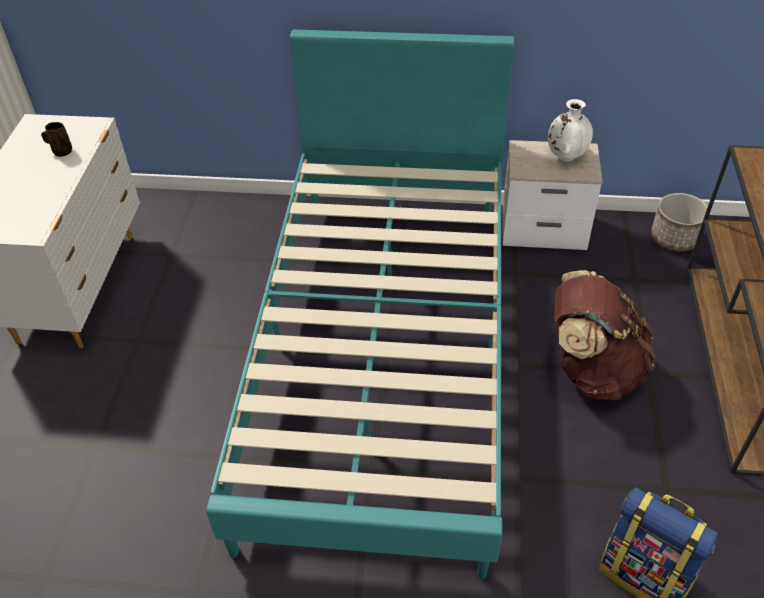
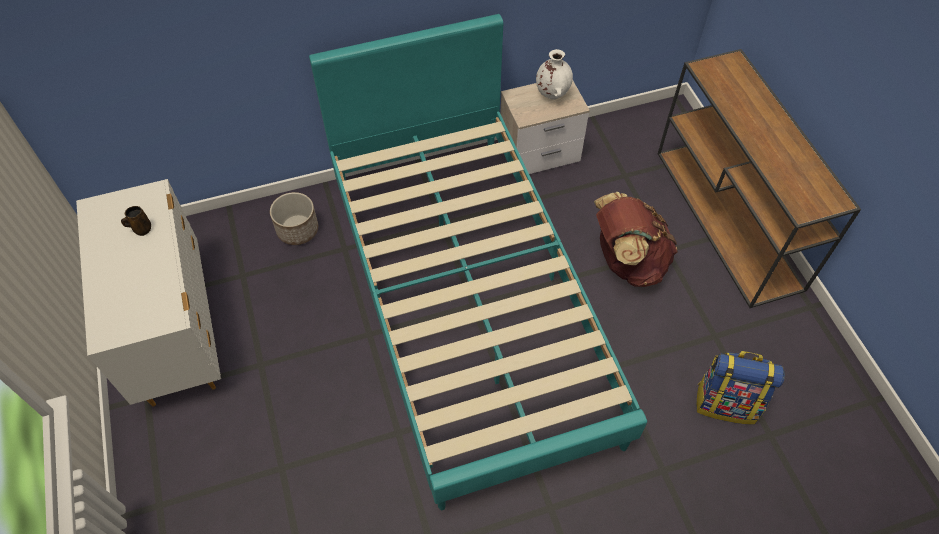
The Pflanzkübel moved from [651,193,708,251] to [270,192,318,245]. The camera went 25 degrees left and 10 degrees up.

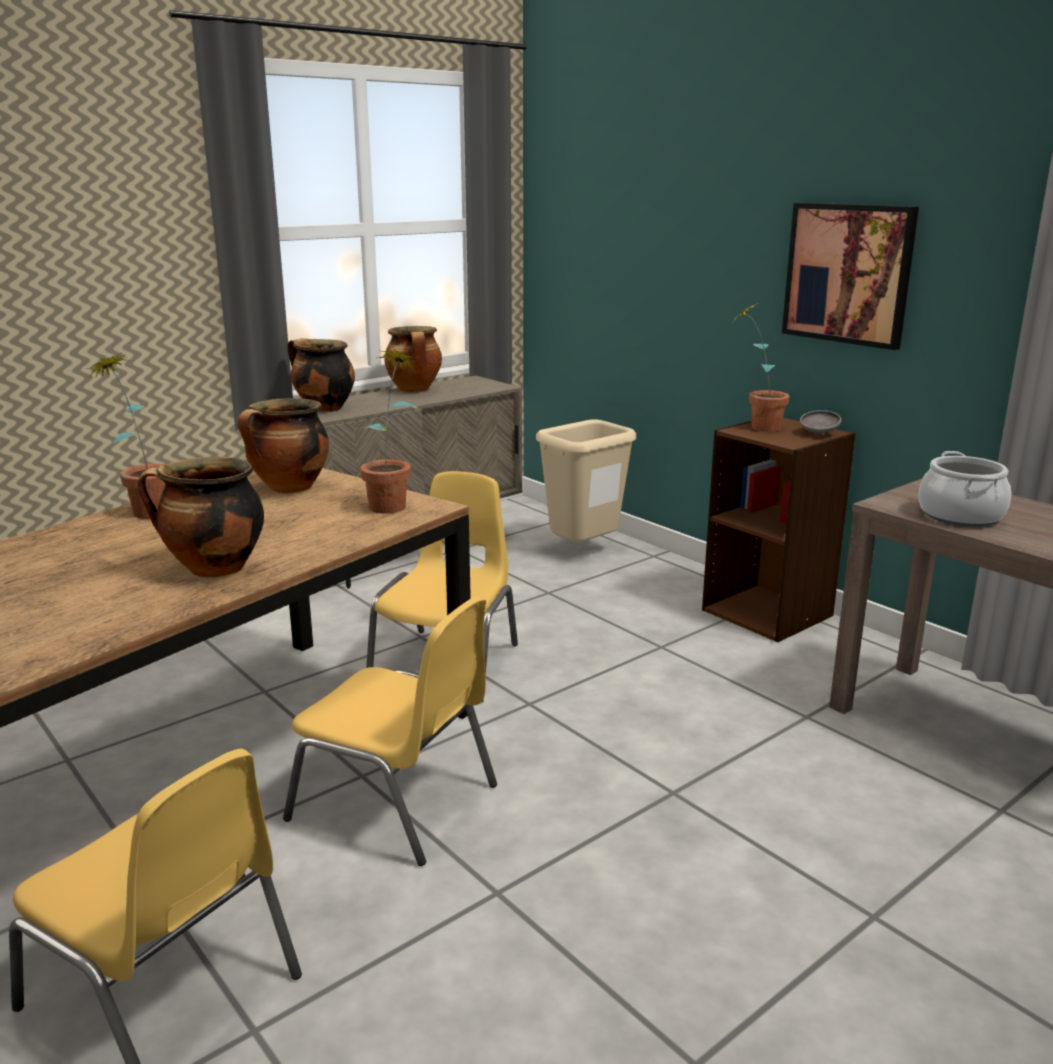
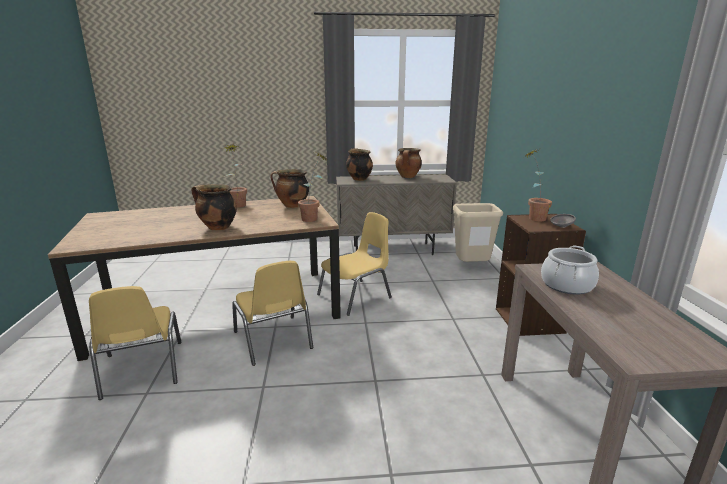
The Bild at [782,203,919,350] disappeared. The camera went 35 degrees right and 0 degrees up.

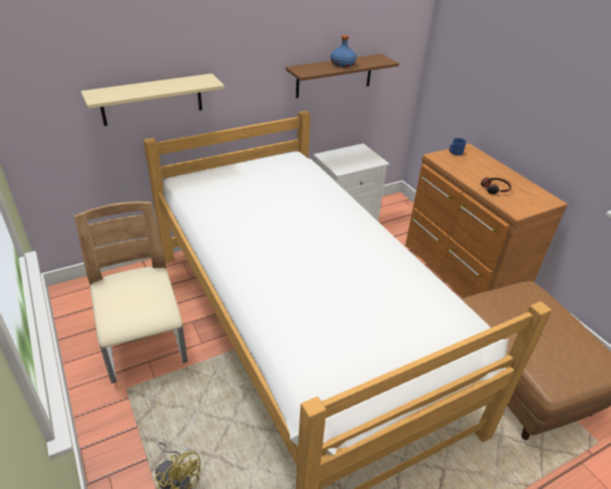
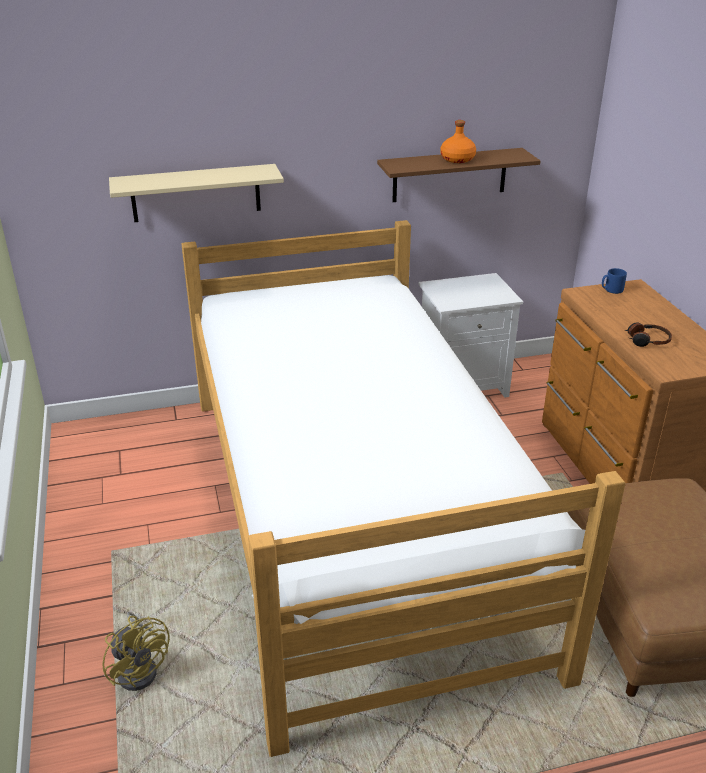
The Flasche/blau at [331,35,357,67] became the Flasche/orange at [440,120,476,163]. The Stuhl/beige at [74,202,188,383] disappeared. The camera went 15 degrees right and 5 degrees down.

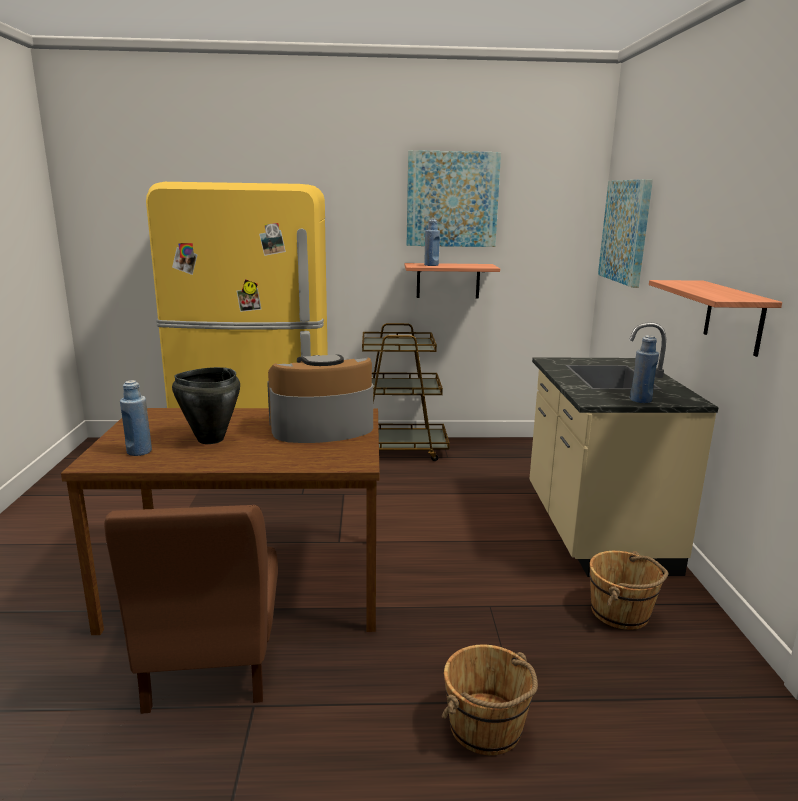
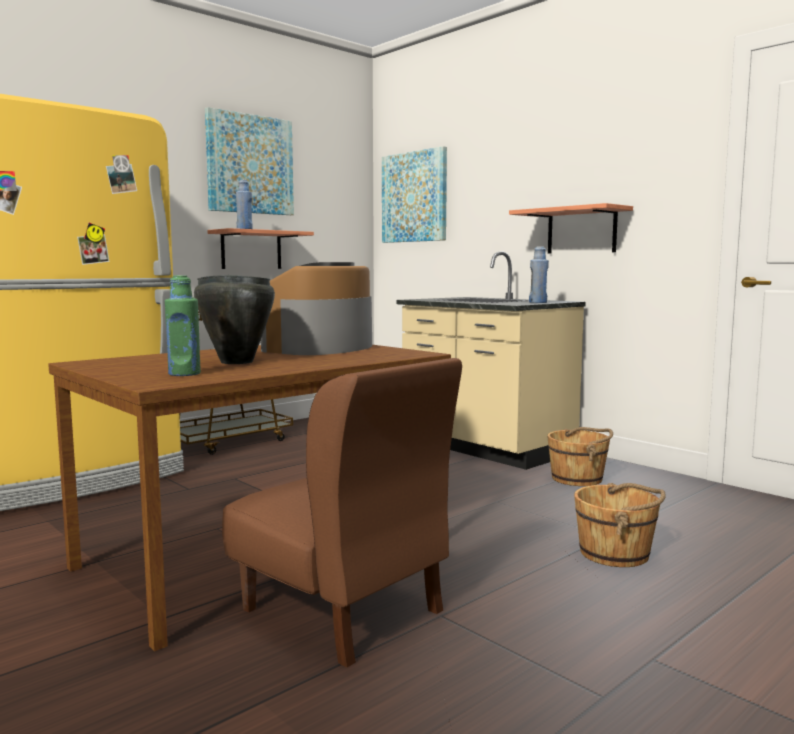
The Flasche/blau at [120,380,152,456] became the Flasche/grün at [165,275,201,376]. The camera went 40 degrees left and 10 degrees down.

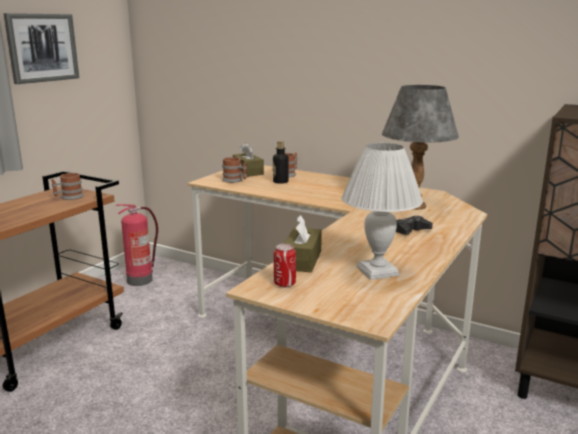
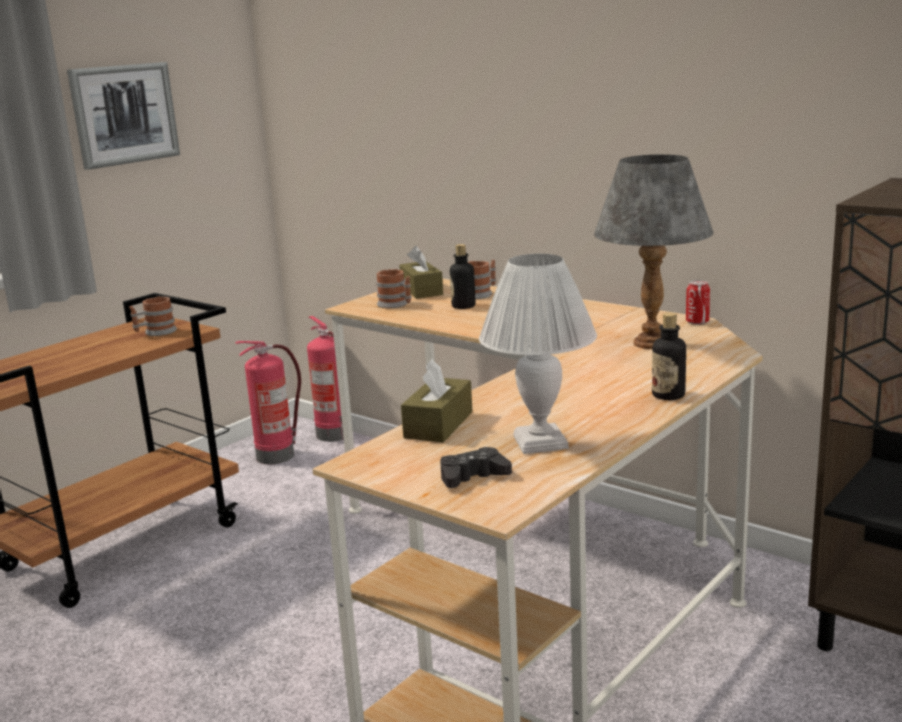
The Feuerlöscher at [307,316,344,442] appeared. The Gamepad/schwarz moved from [396,216,433,235] to [440,447,512,488]. The Flasche at [652,312,686,400] appeared. The Dose moved from [274,244,296,287] to [686,280,710,325]. The camera went 10 degrees right and 0 degrees up.

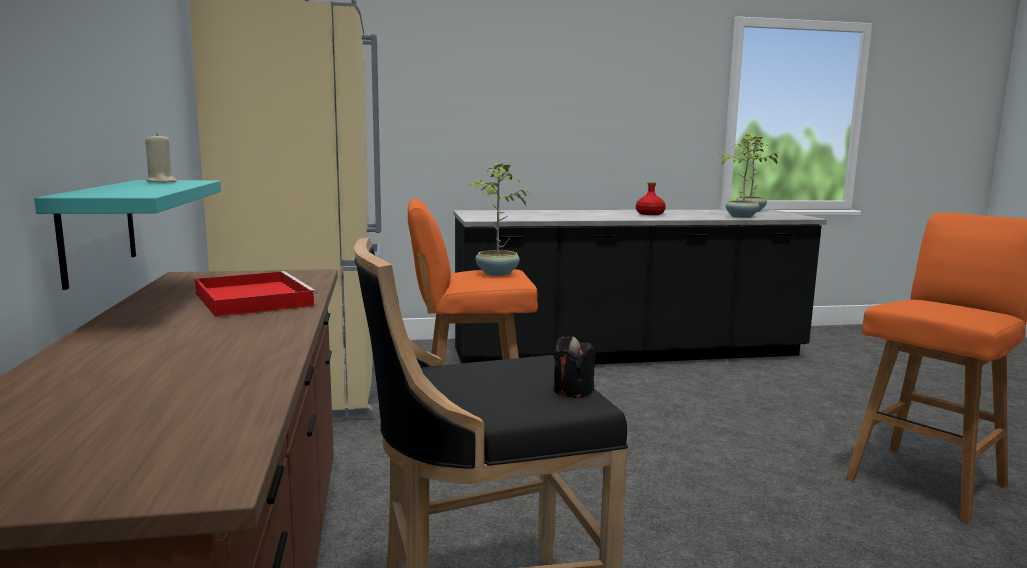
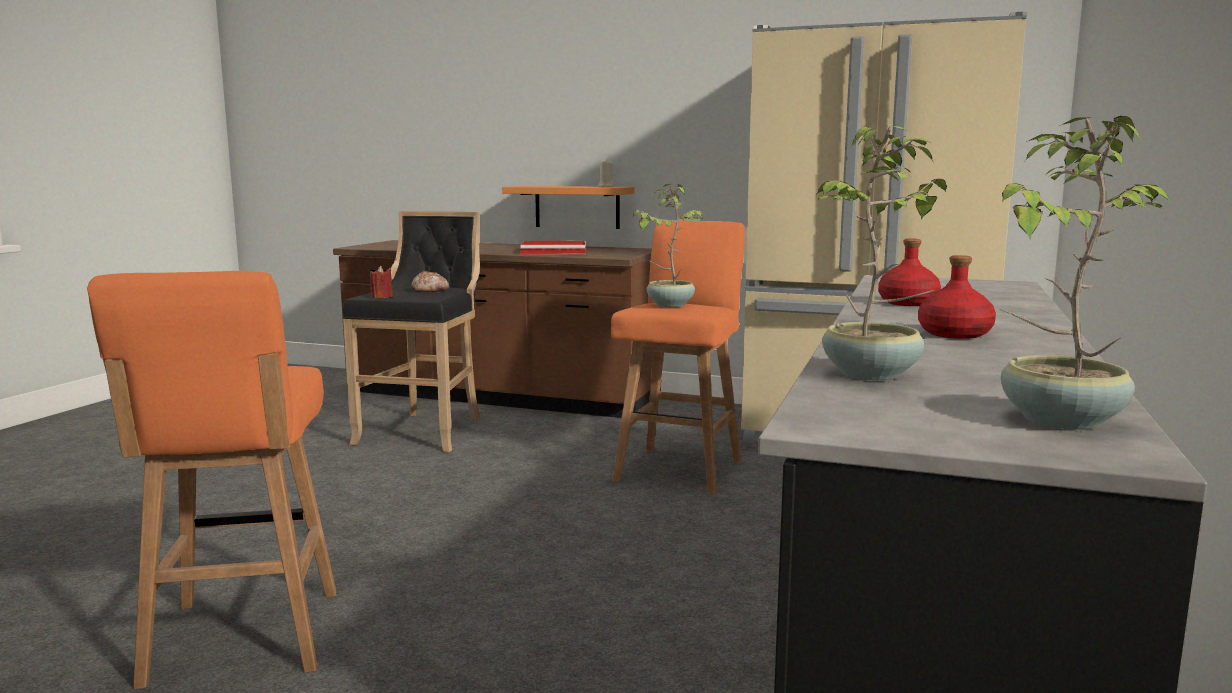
The Kerze/schwarz at [554,336,595,398] became the Kerze/rot at [370,266,393,298]. The Brot at [411,271,449,292] appeared. The Wandregal/türkis at [34,180,221,290] became the Wandregal/orange at [502,186,635,229]. The Flasche/rot at [878,238,941,306] appeared. The camera went 120 degrees right and 0 degrees up.

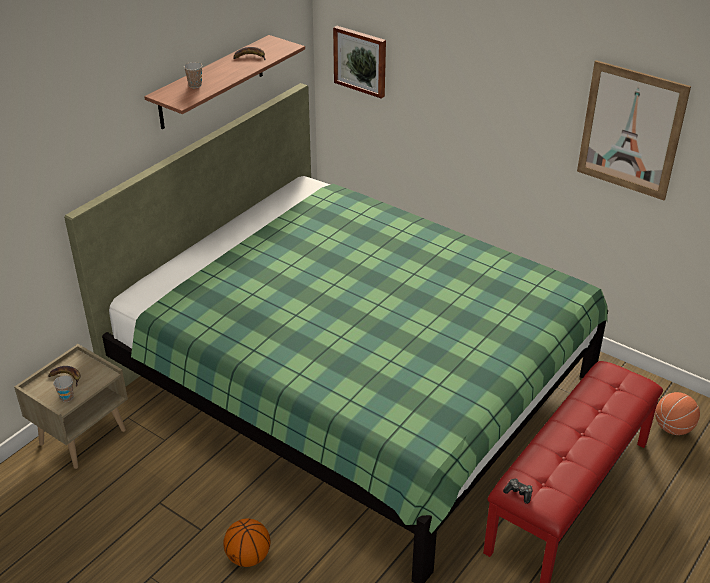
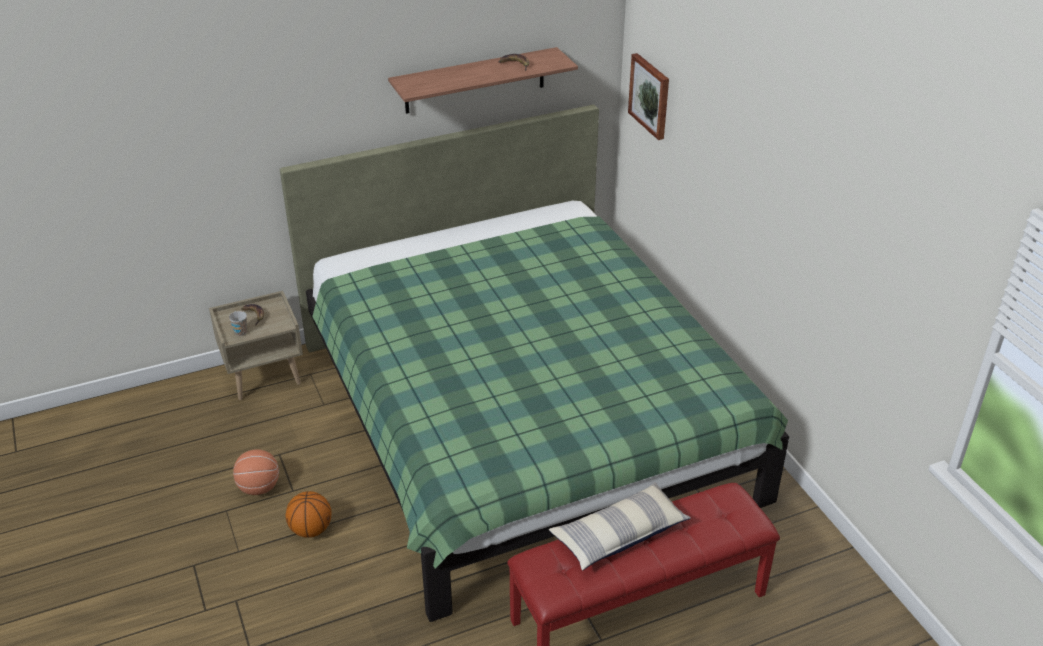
The Basketball moved from [655,392,700,435] to [233,449,279,495]. The Kissen at [549,482,691,571] appeared. The Tasse at [184,62,202,88] disappeared. The Gamepad at [503,478,533,504] disappeared. The Bild at [577,60,691,200] disappeared. The camera went 30 degrees right and 0 degrees up.

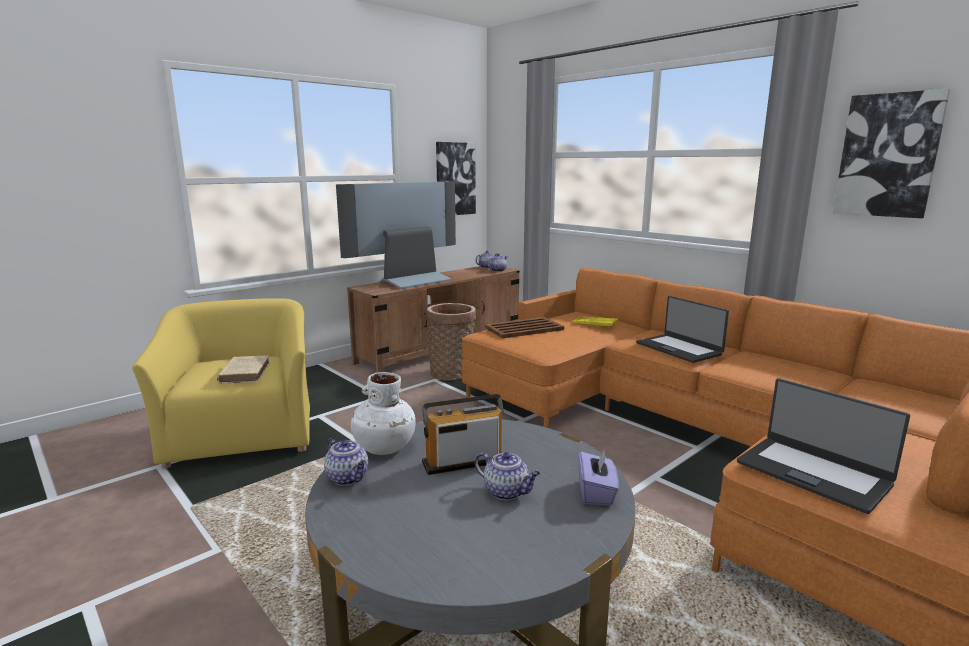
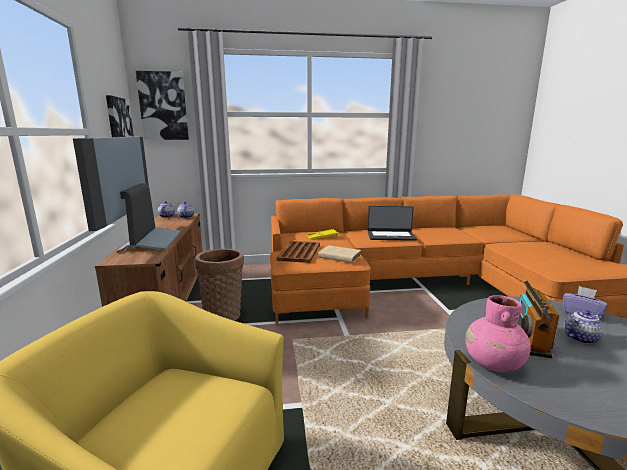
The Bild moved from [833,89,950,218] to [136,71,189,140]. The Buch/beige moved from [217,355,270,384] to [318,245,361,263]. The Vase/weiß at [351,372,416,455] became the Vase/rosa at [465,295,531,372]. The Teekanne at [324,438,368,485] disappeared. The Laptop at [737,378,910,514] disappeared. The camera went 55 degrees left and 0 degrees up.

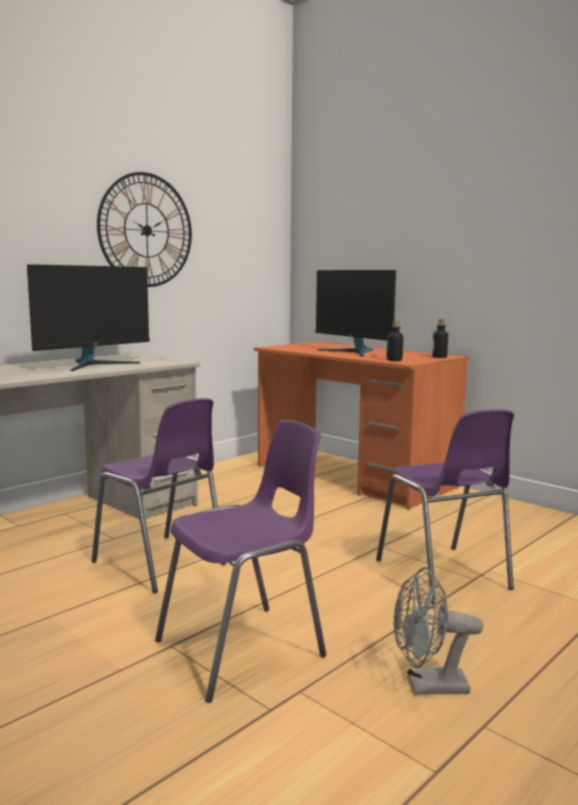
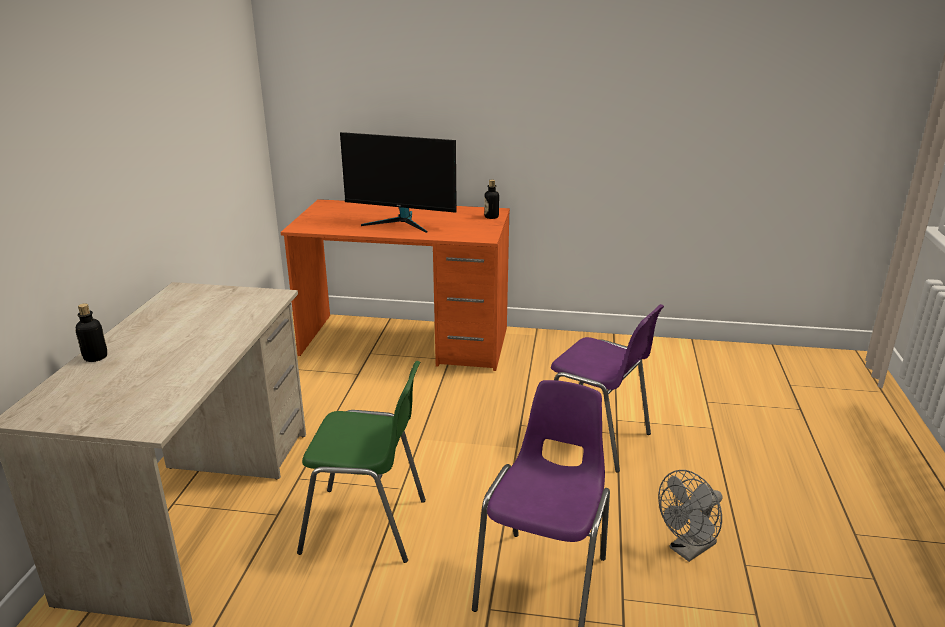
The Flasche moved from [387,321,404,361] to [76,303,107,362]. The Stuhl/lila at [92,398,226,593] became the Stuhl/grün at [297,361,426,563]. The Monitor at [27,264,150,371] disappeared. The Wanduhr at [97,172,192,287] disappeared. The camera went 35 degrees left and 15 degrees up.

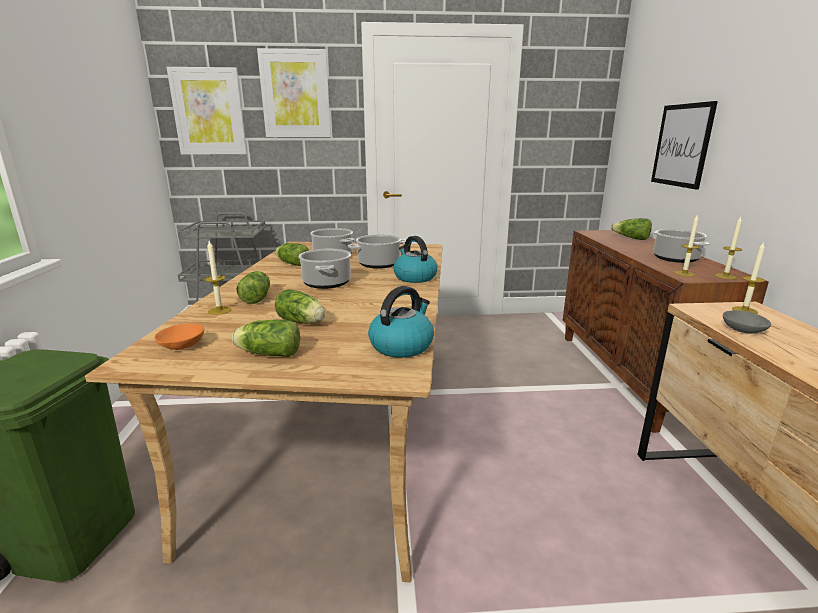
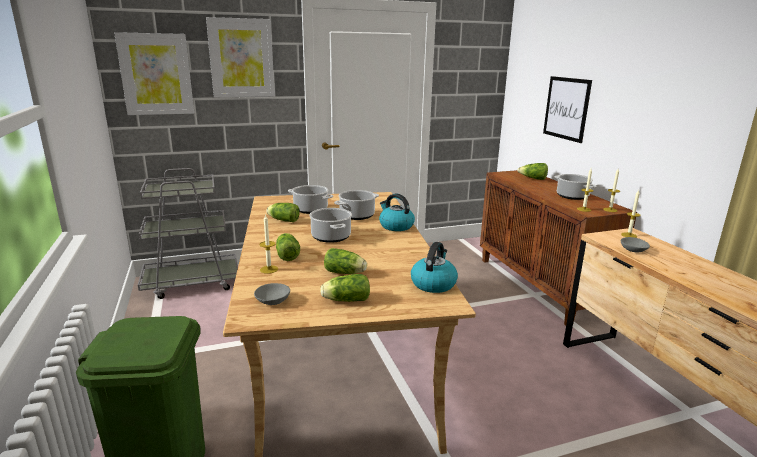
The Schüssel/orange at [154,324,204,350] became the Schüssel/grau at [254,283,290,305]. The camera went 15 degrees left and 0 degrees up.

